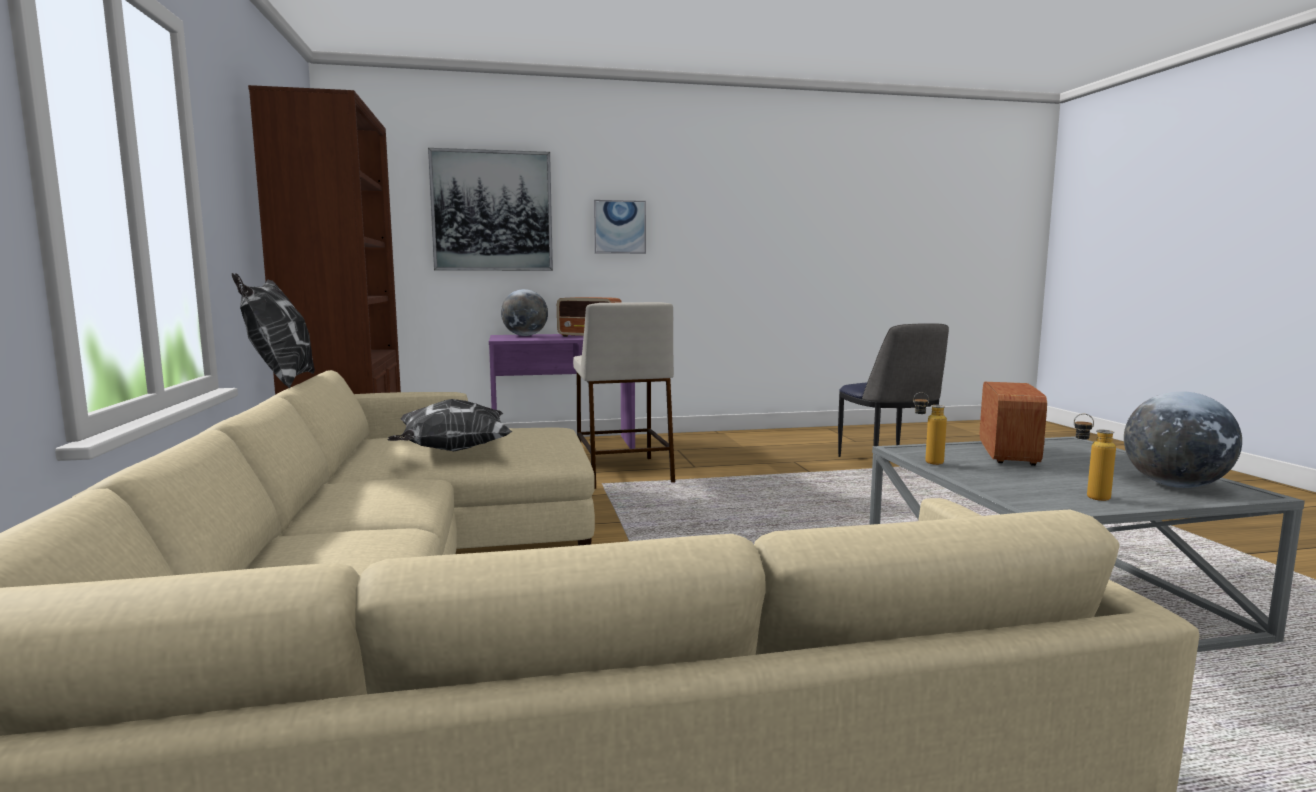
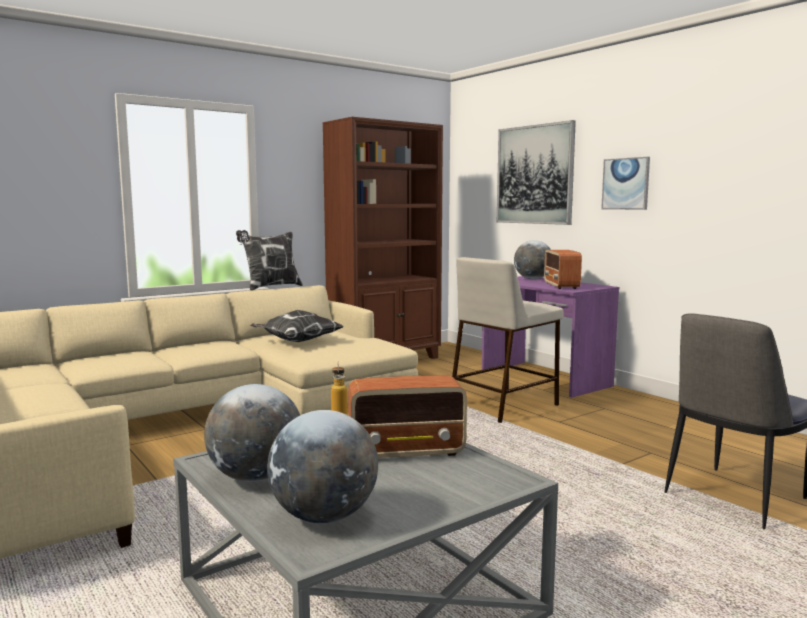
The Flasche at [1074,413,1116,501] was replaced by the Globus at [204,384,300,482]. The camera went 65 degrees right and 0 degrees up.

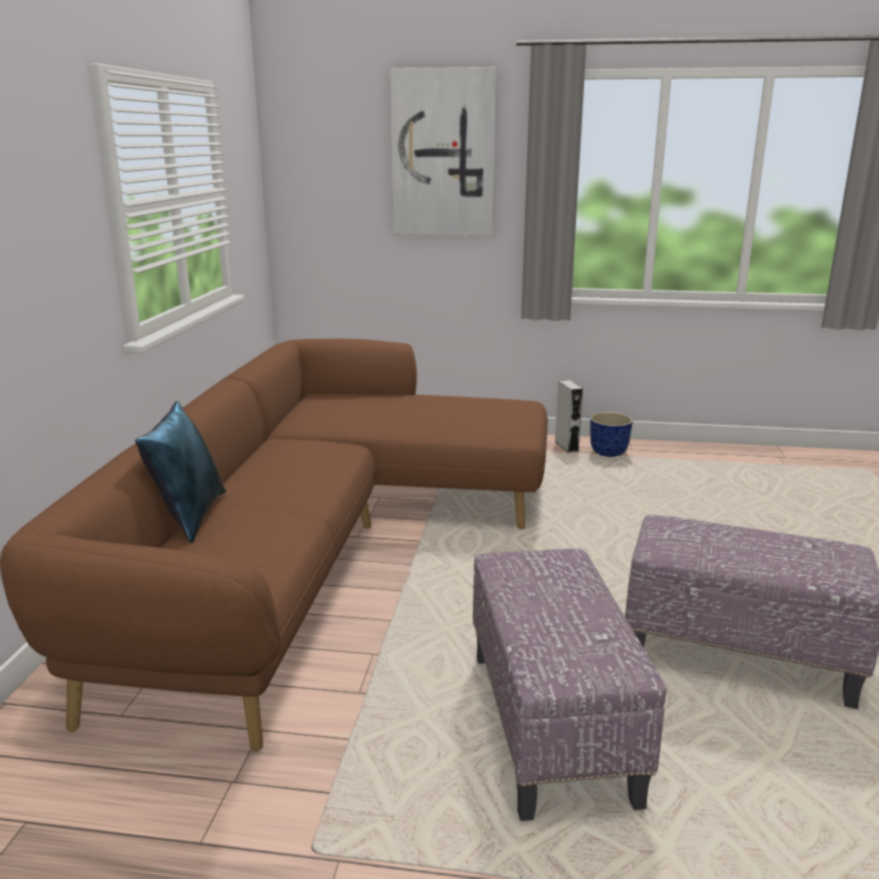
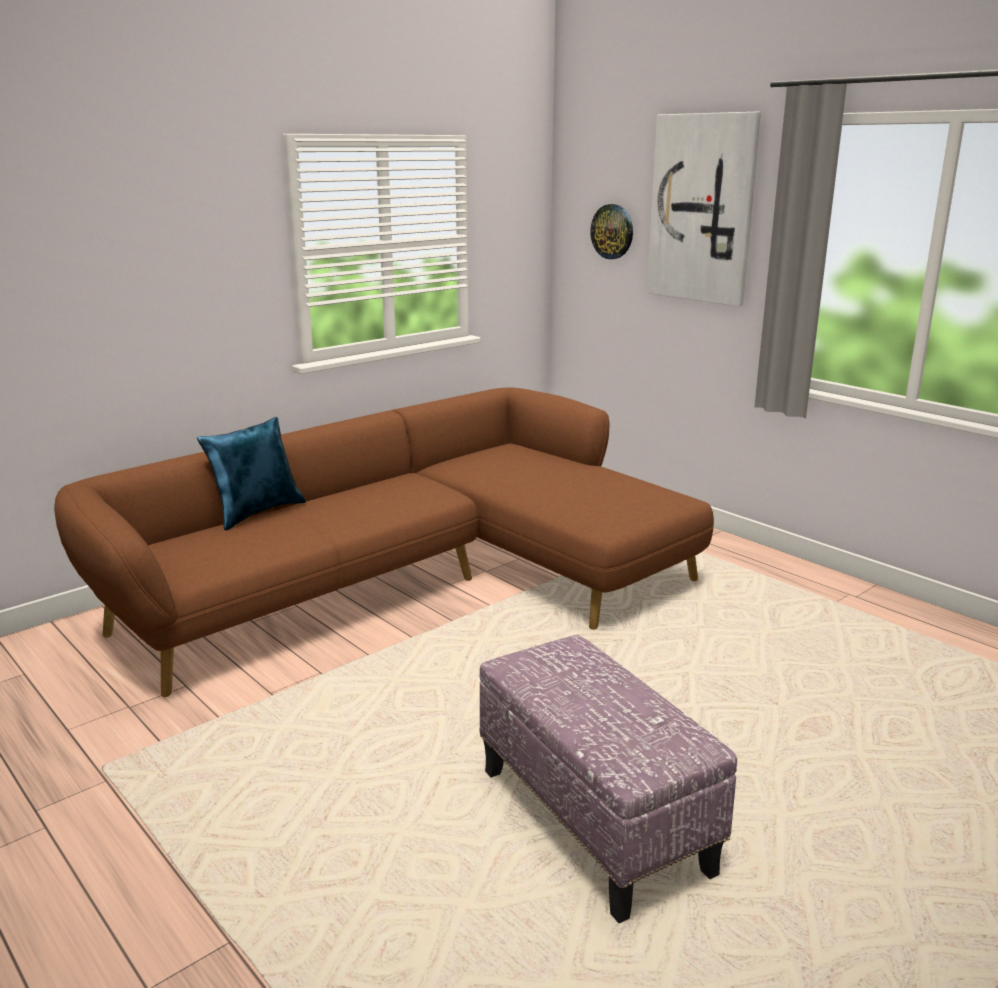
The Wanduhr at [590,204,633,259] appeared. The Polsterhocker at [473,549,666,821] disappeared. The Lautsprecher/grau at [555,380,583,452] disappeared. The Pflanzkübel at [590,412,633,457] disappeared. The camera went 40 degrees right and 0 degrees up.

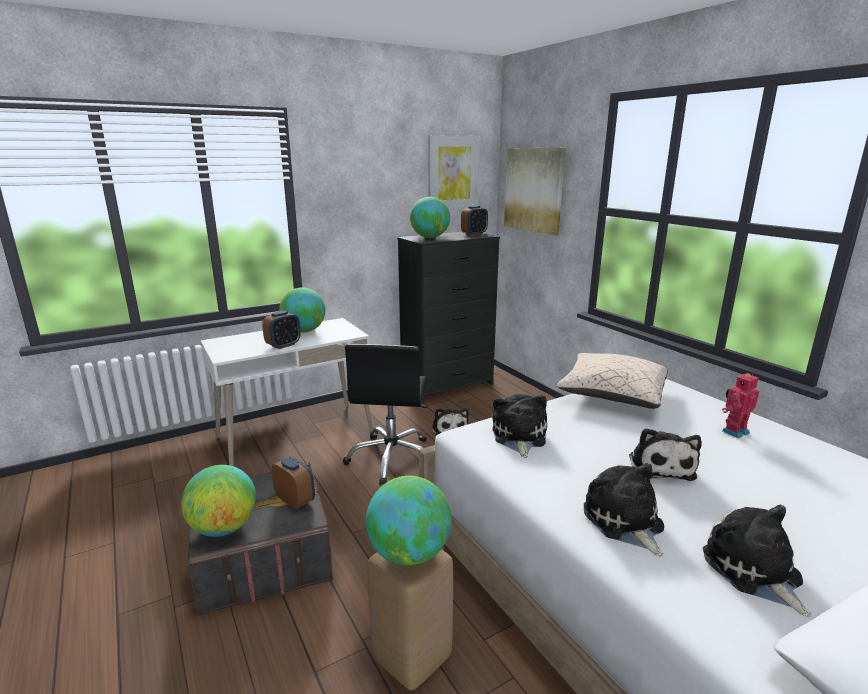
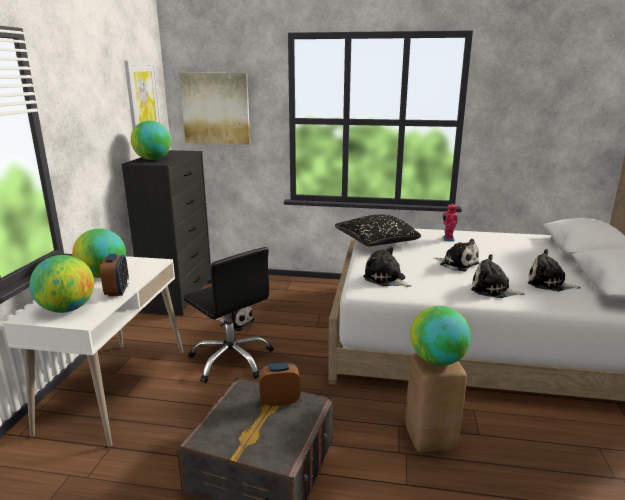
The Globus moved from [181,465,256,537] to [30,255,94,313]. The Kissen/beige at [557,353,668,409] became the Kissen/schwarz at [335,215,421,246]. The Wecker at [461,206,488,236] disappeared. The camera went 50 degrees left and 0 degrees up.

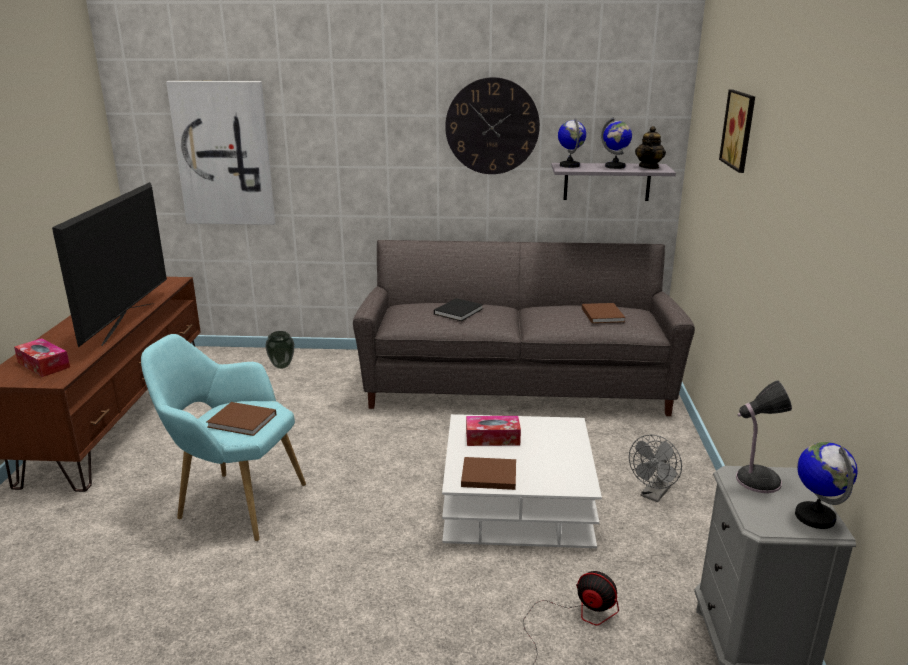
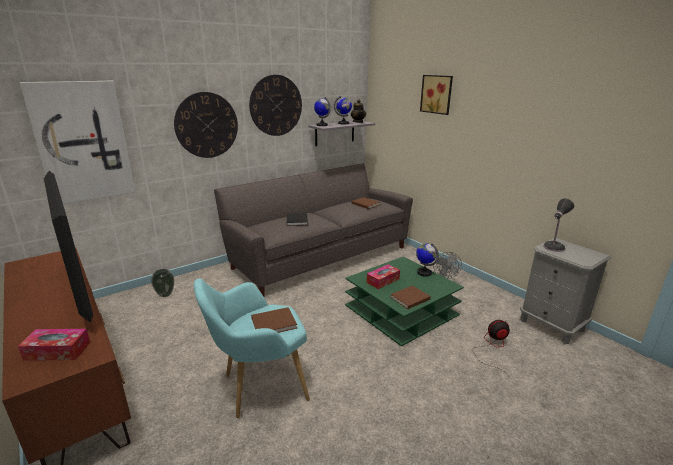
The Wanduhr at [174,92,238,158] appeared. The Couchtisch/weiß at [442,414,602,548] became the Couchtisch/grün at [345,257,464,347]. The Globus moved from [795,442,858,529] to [416,243,439,277]. The camera went 40 degrees left and 0 degrees up.

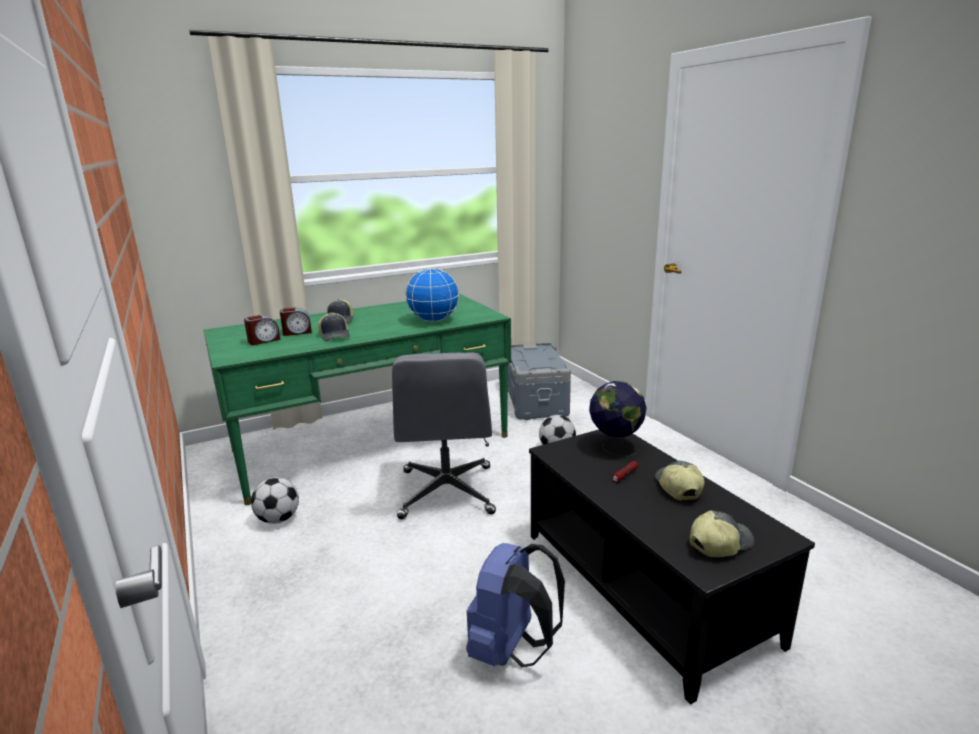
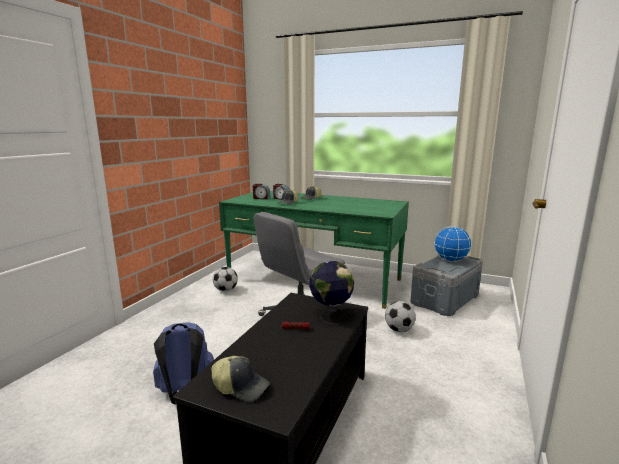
The Globus moved from [405,268,459,322] to [434,226,472,262]. The Kappe at [655,461,705,501] disappeared. The camera went 50 degrees right and 5 degrees down.

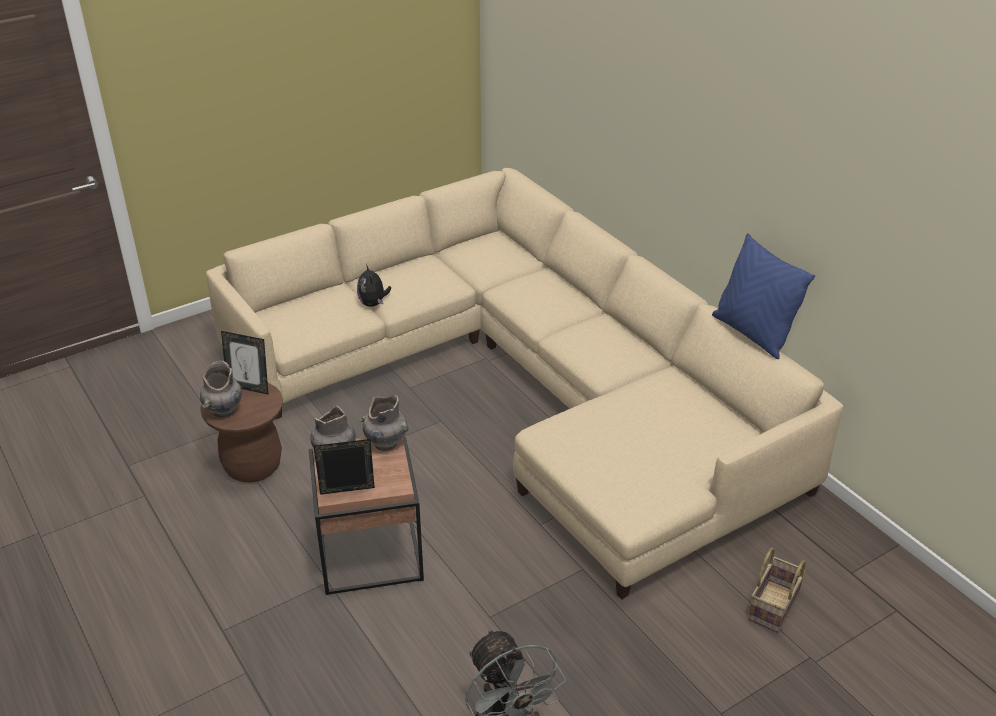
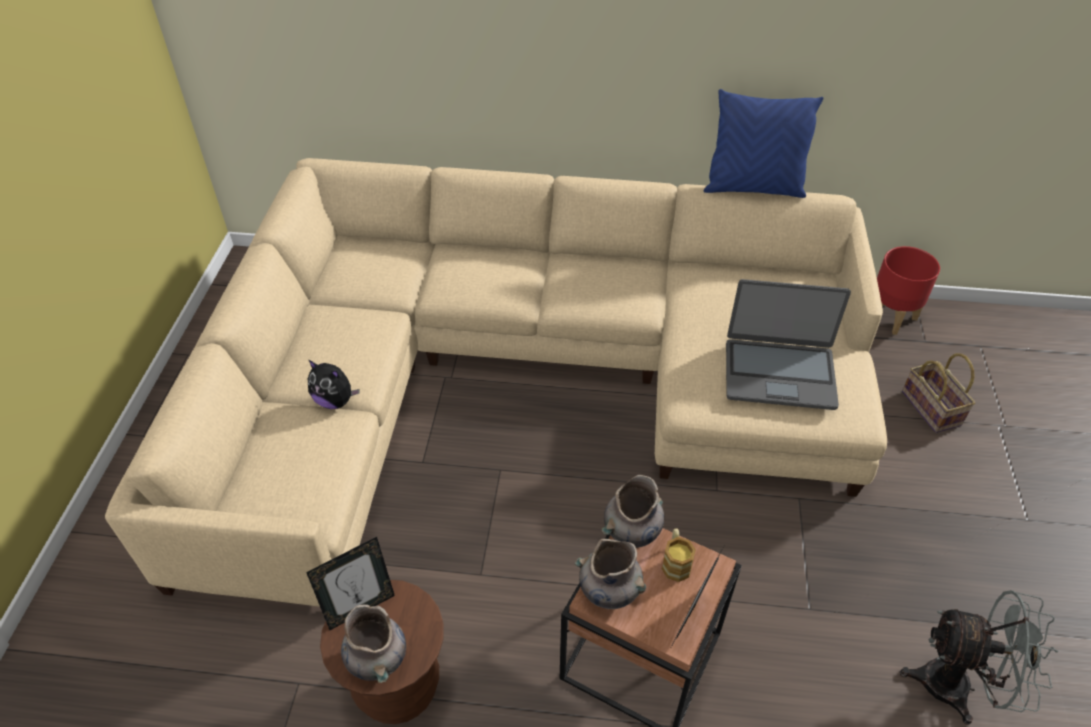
The Henkelbecher at [662,528,696,582] appeared. The Laptop at [726,279,851,410] appeared. The Pflanzkübel/rot at [877,246,940,335] appeared. The camera went 50 degrees left and 10 degrees up.

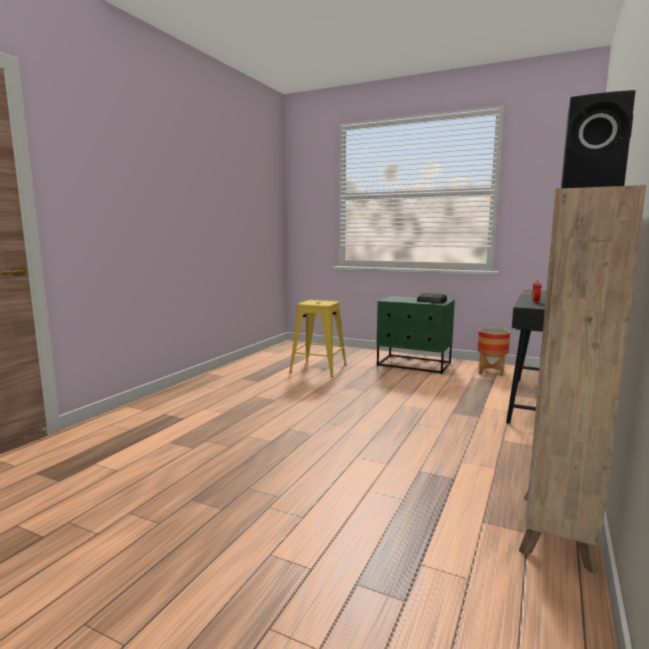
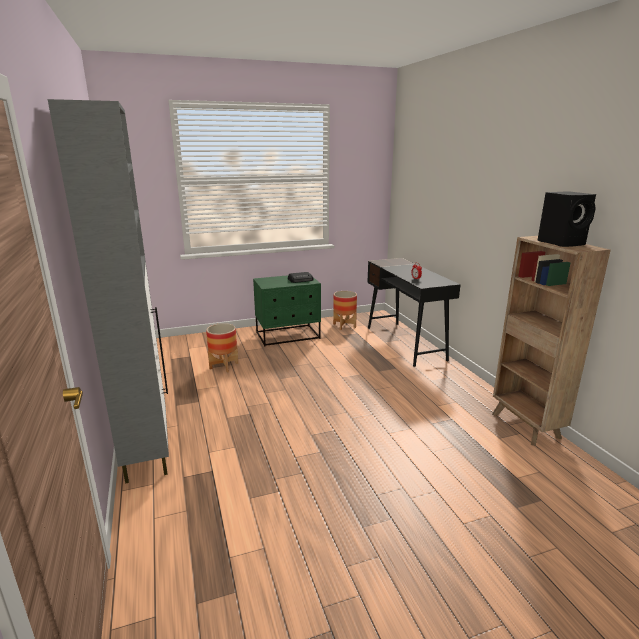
The Schrank/grau at [48,99,169,484] appeared. The Hocker/gelb at [289,300,347,377] was replaced by the Pflanzkübel at [206,323,238,373]. The camera went 45 degrees left and 10 degrees up.

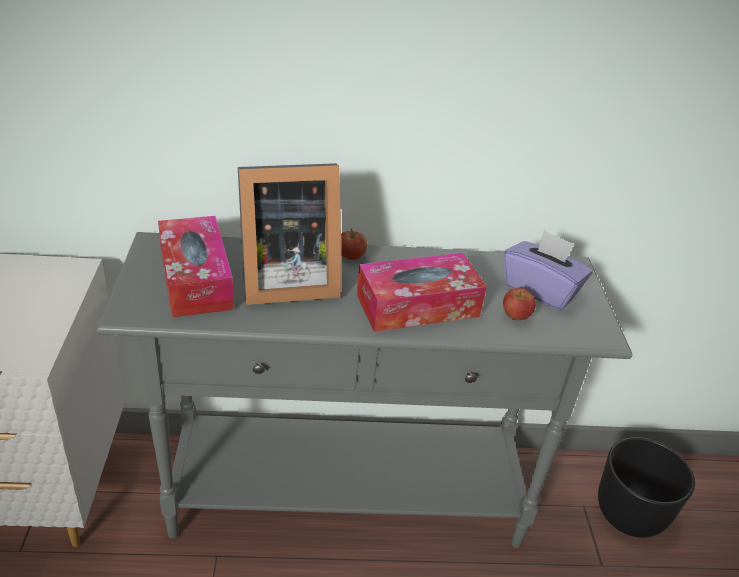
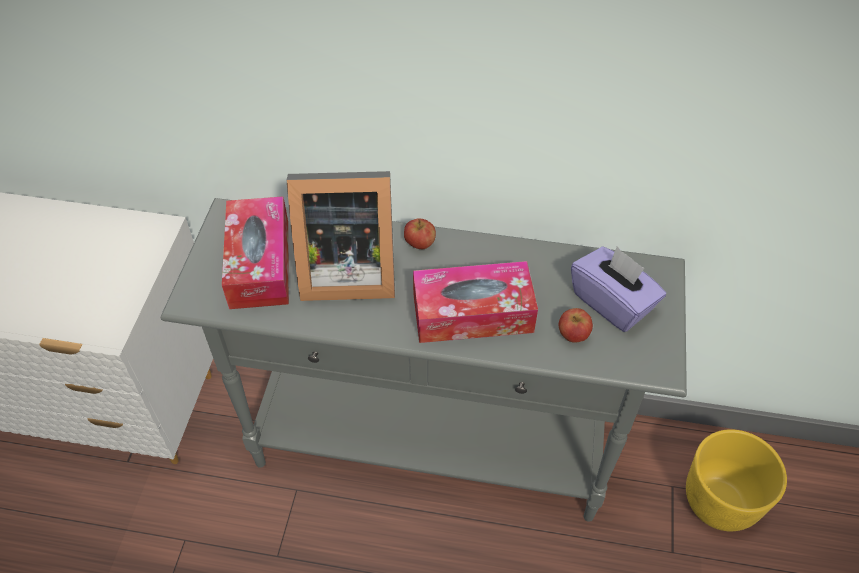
The Pflanzkübel/schwarz at [598,437,695,538] became the Pflanzkübel/gelb at [686,429,787,531]. The camera went 15 degrees right and 15 degrees up.

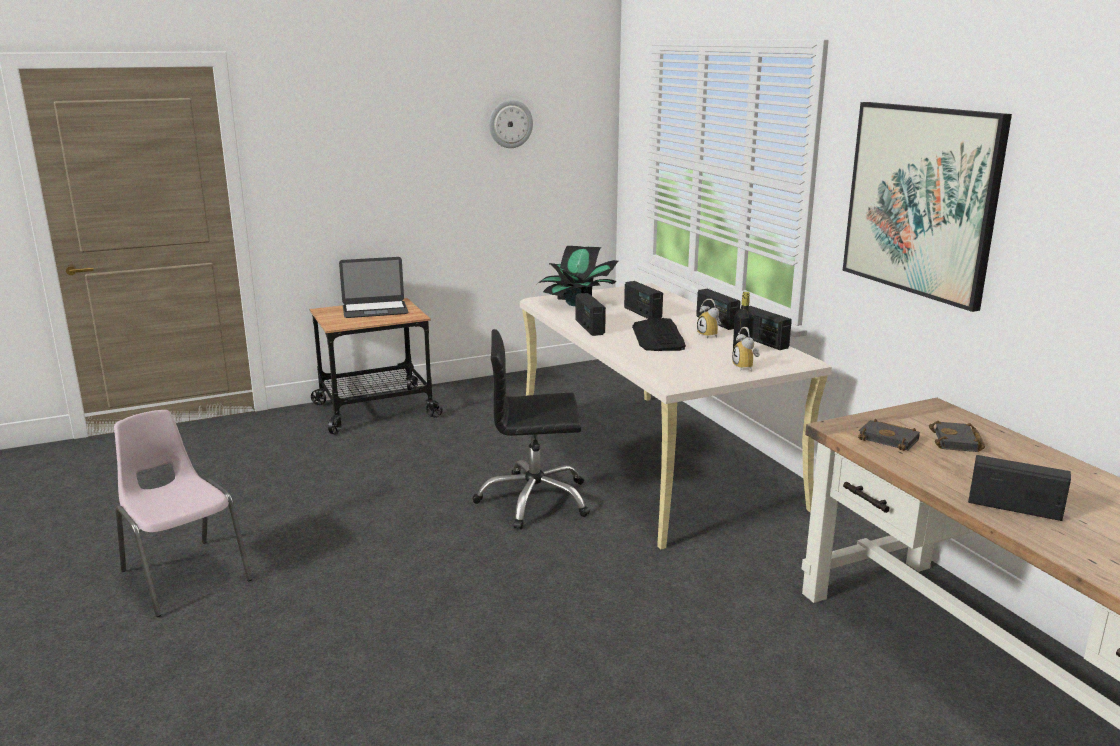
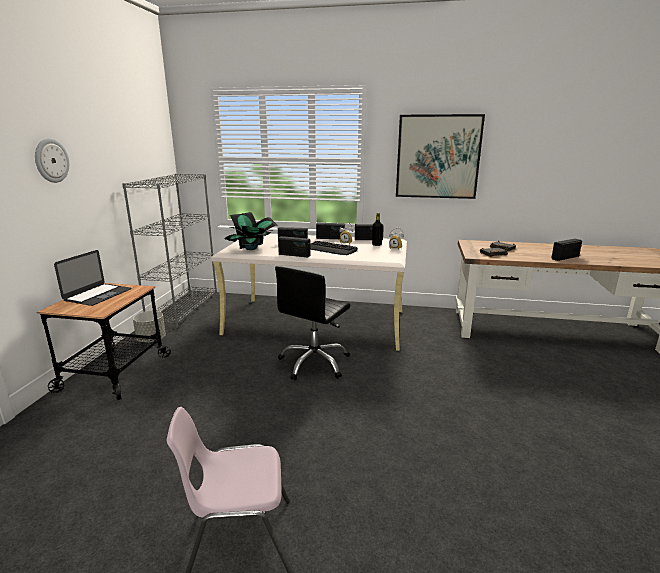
The Wanduhr moved from [489,100,533,148] to [35,138,69,183]. The Bücherregal/grau at [123,174,217,328] appeared. The Pflanzkübel/grau at [133,311,166,343] appeared. The camera went 55 degrees left and 0 degrees up.

